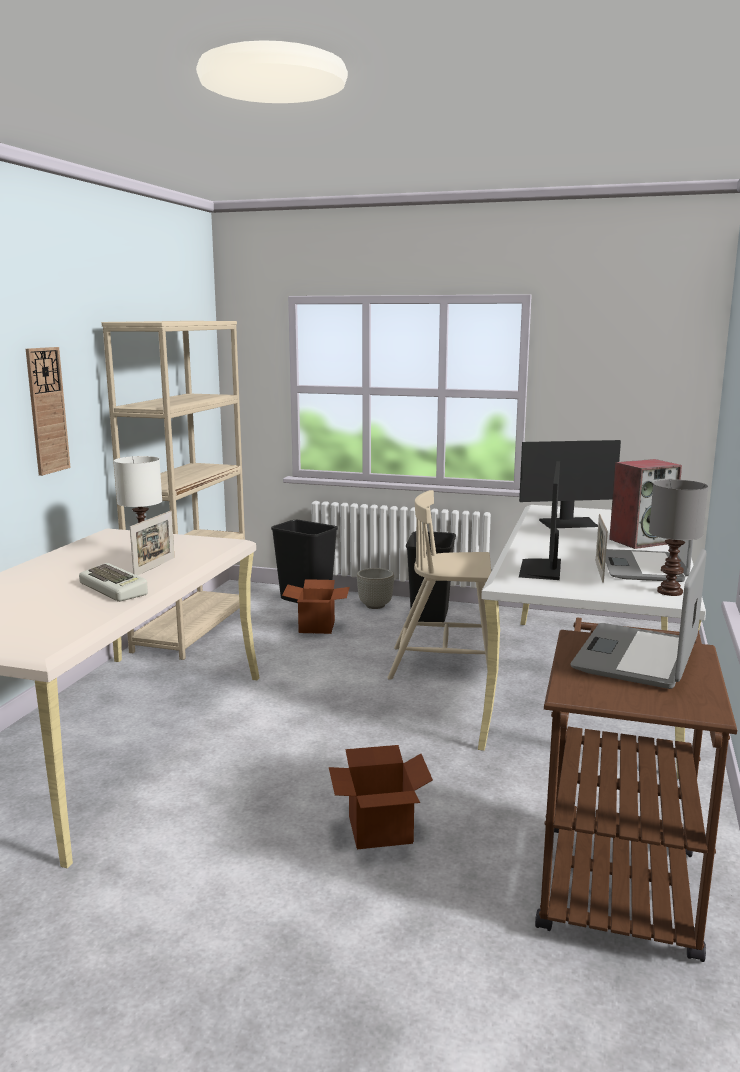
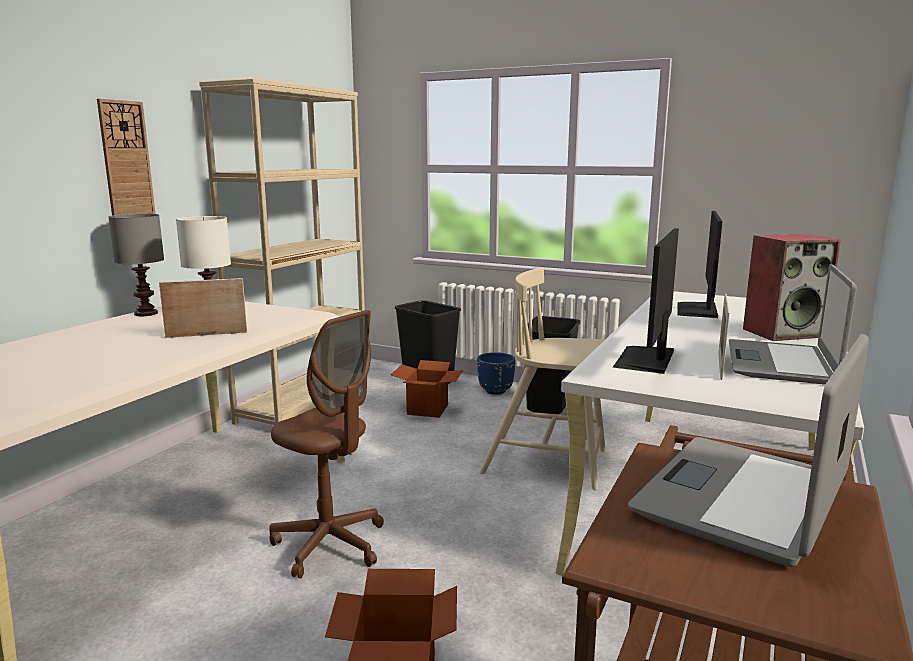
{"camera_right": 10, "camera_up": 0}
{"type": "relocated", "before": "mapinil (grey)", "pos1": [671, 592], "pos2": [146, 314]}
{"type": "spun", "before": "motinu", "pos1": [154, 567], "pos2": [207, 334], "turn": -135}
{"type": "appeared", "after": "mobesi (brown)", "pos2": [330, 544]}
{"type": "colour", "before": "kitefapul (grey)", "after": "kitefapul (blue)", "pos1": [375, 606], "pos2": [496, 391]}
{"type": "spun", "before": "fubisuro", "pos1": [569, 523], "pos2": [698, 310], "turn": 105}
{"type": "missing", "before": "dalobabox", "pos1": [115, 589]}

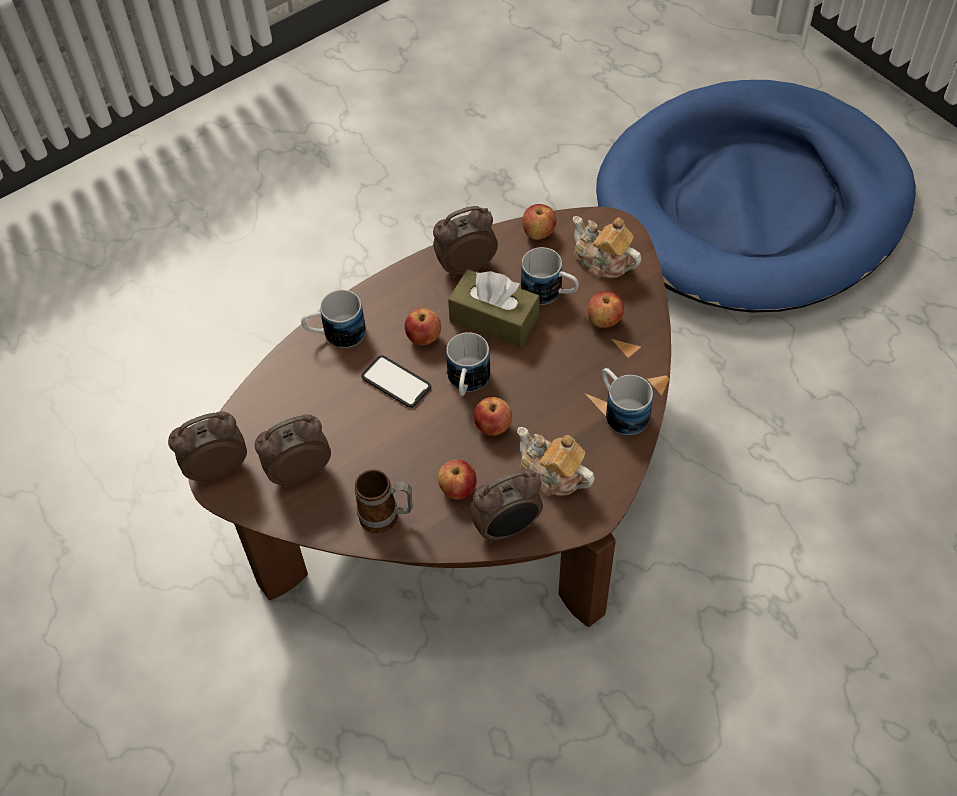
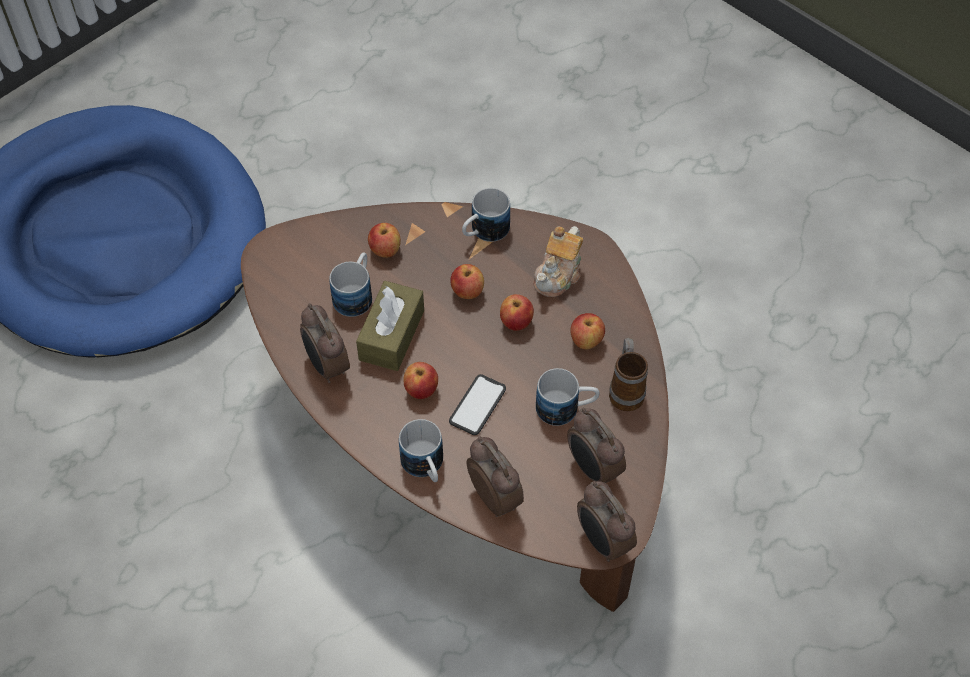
{"camera_right": -100, "camera_up": 0}
{"type": "relocated", "before": "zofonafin", "pos1": [538, 233], "pos2": [467, 292]}
{"type": "relocated", "before": "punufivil", "pos1": [507, 528], "pos2": [495, 497]}
{"type": "relocated", "before": "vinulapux", "pos1": [467, 383], "pos2": [566, 408]}
{"type": "missing", "before": "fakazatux", "pos1": [602, 261]}

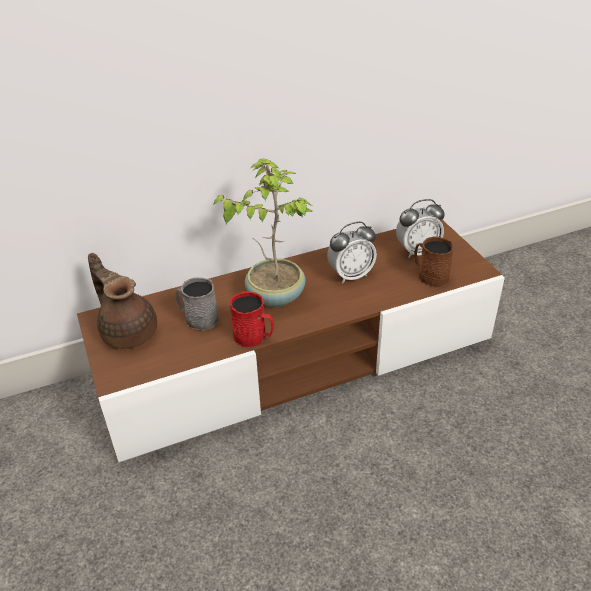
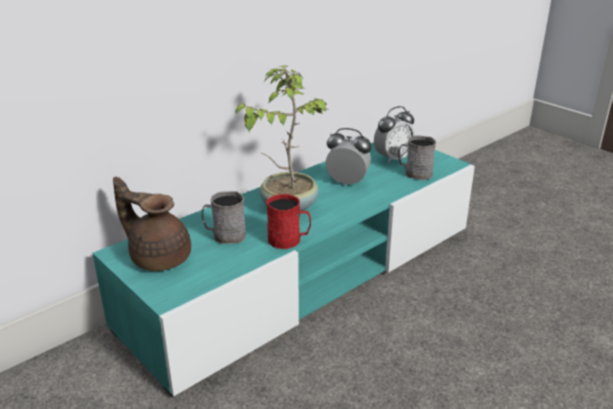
{"camera_right": -20, "camera_up": -10}
{"type": "colour", "before": "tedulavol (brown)", "after": "tedulavol (turquoise)", "pos1": [297, 359], "pos2": [306, 275]}
{"type": "spun", "before": "punufivil", "pos1": [351, 275], "pos2": [347, 182], "turn": -120}
{"type": "colour", "before": "vinulapux (brown)", "after": "vinulapux (grey)", "pos1": [429, 276], "pos2": [414, 173]}

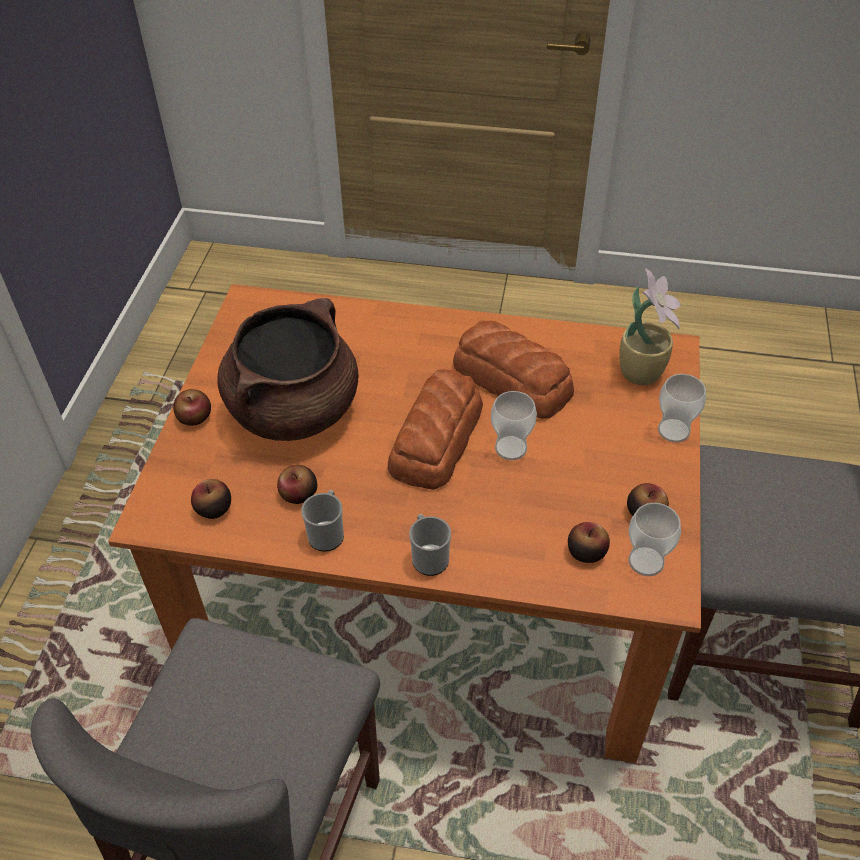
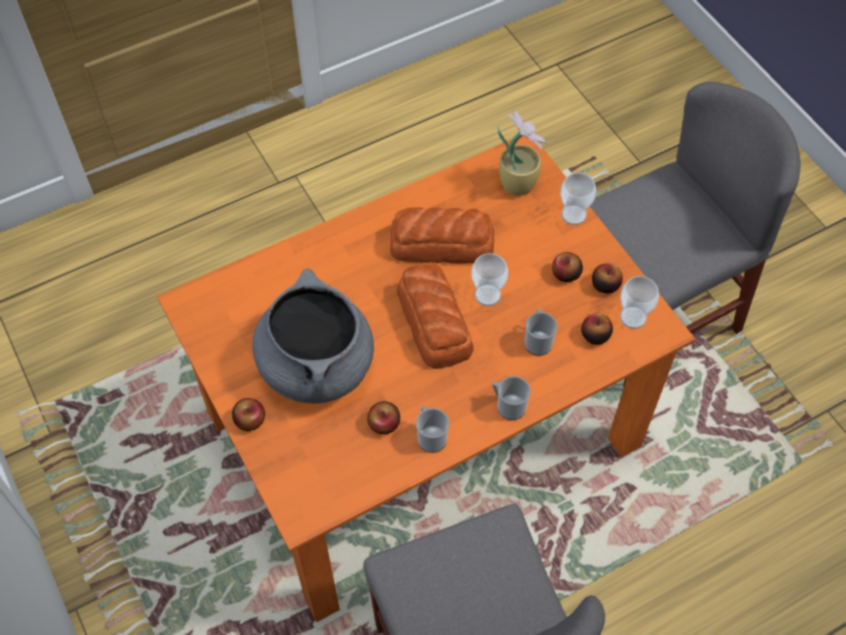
{"camera_right": -40, "camera_up": 10}
{"type": "colour", "before": "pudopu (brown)", "after": "pudopu (grey)", "pos1": [294, 409], "pos2": [316, 365]}
{"type": "appeared", "after": "vinulapux", "pos2": [538, 341]}
{"type": "relocated", "before": "zofonafin", "pos1": [213, 508], "pos2": [566, 274]}

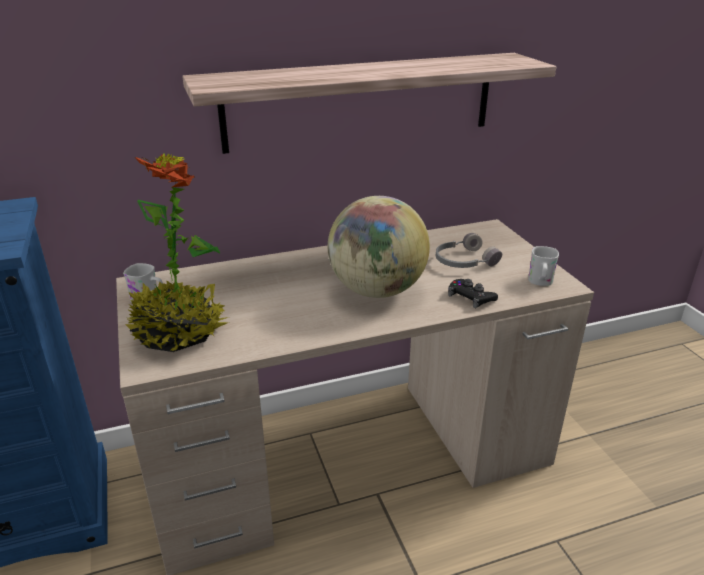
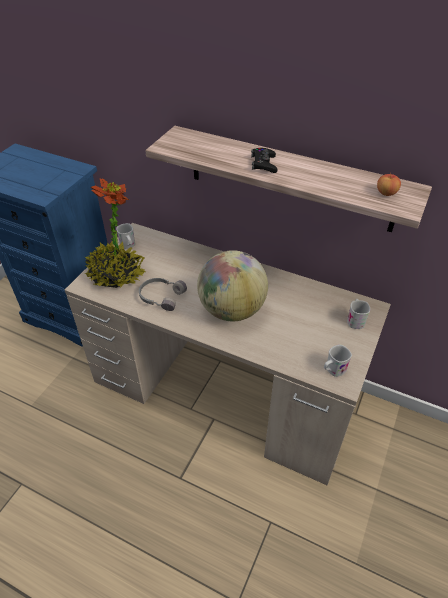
{"camera_right": 45, "camera_up": 15}
{"type": "relocated", "before": "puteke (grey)", "pos1": [463, 261], "pos2": [161, 296]}
{"type": "relocated", "before": "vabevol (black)", "pos1": [471, 297], "pos2": [263, 164]}
{"type": "appeared", "after": "vinulapux (white)", "pos2": [355, 320]}
{"type": "appeared", "after": "zofonafin", "pos2": [386, 193]}

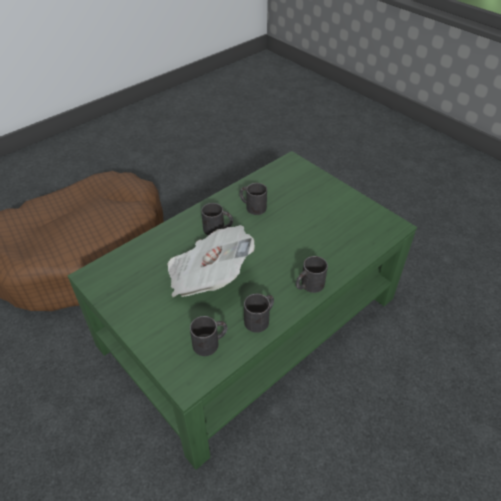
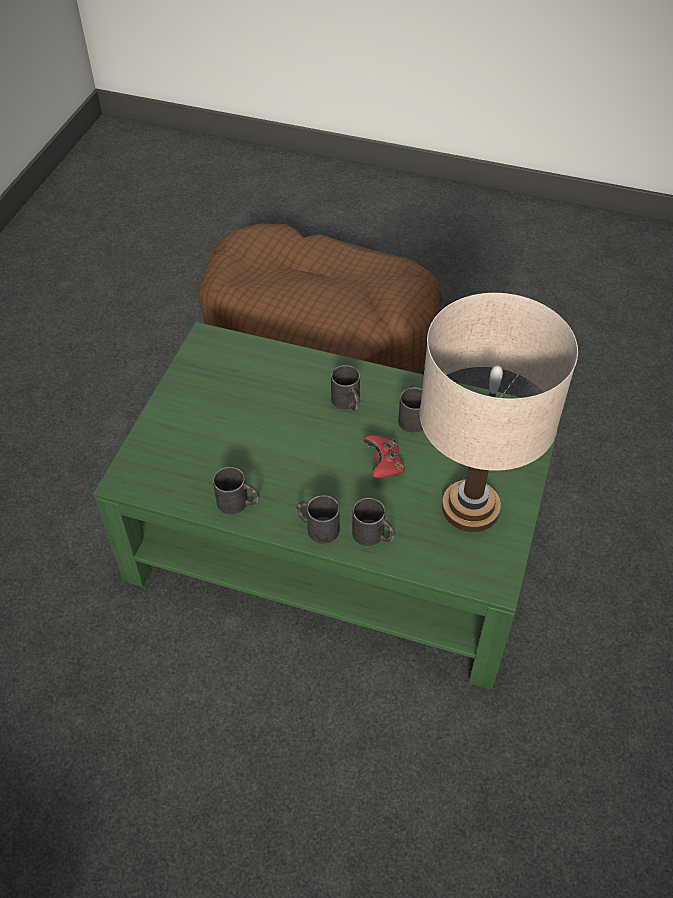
{"camera_right": 60, "camera_up": 5}
{"type": "relocated", "before": "vinulapux (black)", "pos1": [210, 342], "pos2": [374, 536]}
{"type": "appeared", "after": "vabevol (red)", "pos2": [383, 465]}
{"type": "appeared", "after": "mapinil (beige)", "pos2": [471, 507]}
{"type": "missing", "before": "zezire", "pos1": [208, 276]}

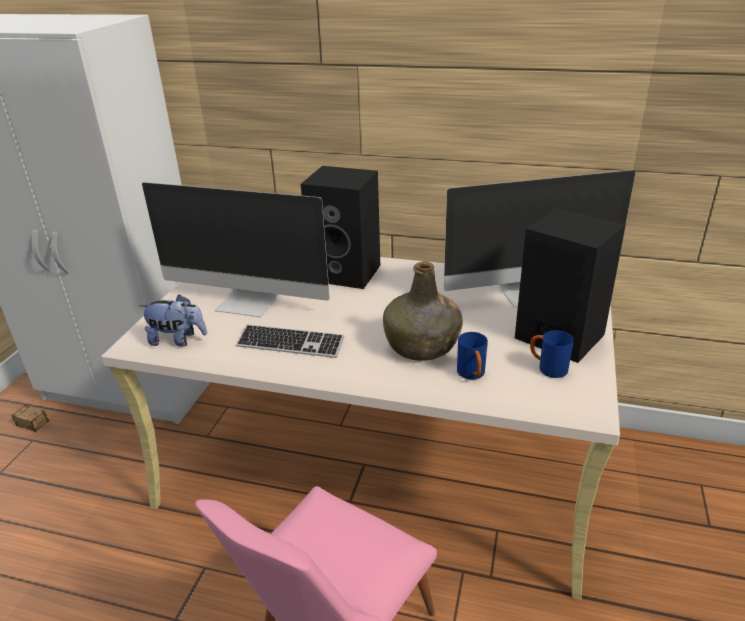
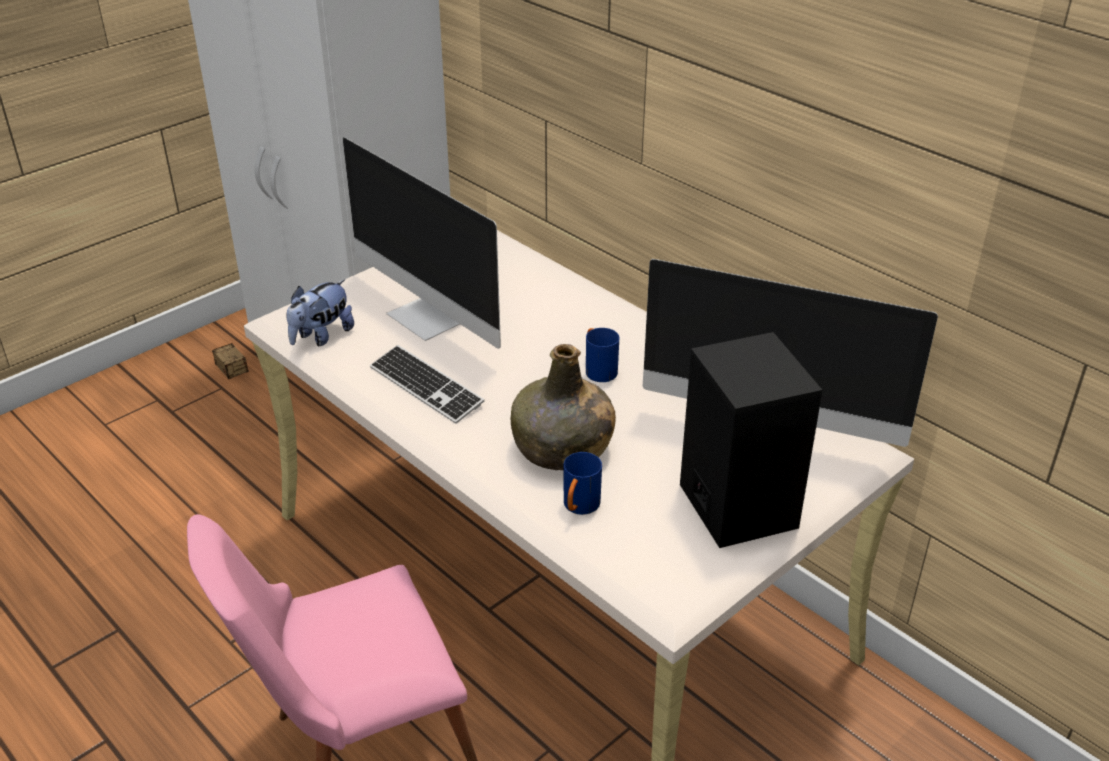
{"camera_right": 30, "camera_up": 5}
{"type": "spun", "before": "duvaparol", "pos1": [178, 340], "pos2": [321, 336], "turn": 90}
{"type": "relocated", "before": "vinulapux (blue)", "pos1": [547, 368], "pos2": [598, 370]}
{"type": "missing", "before": "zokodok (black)", "pos1": [347, 272]}

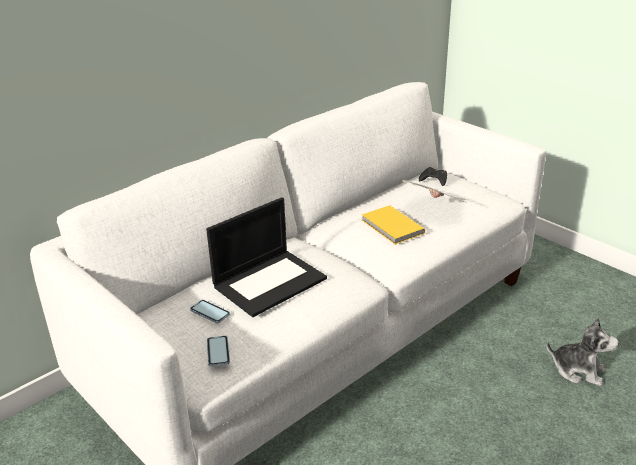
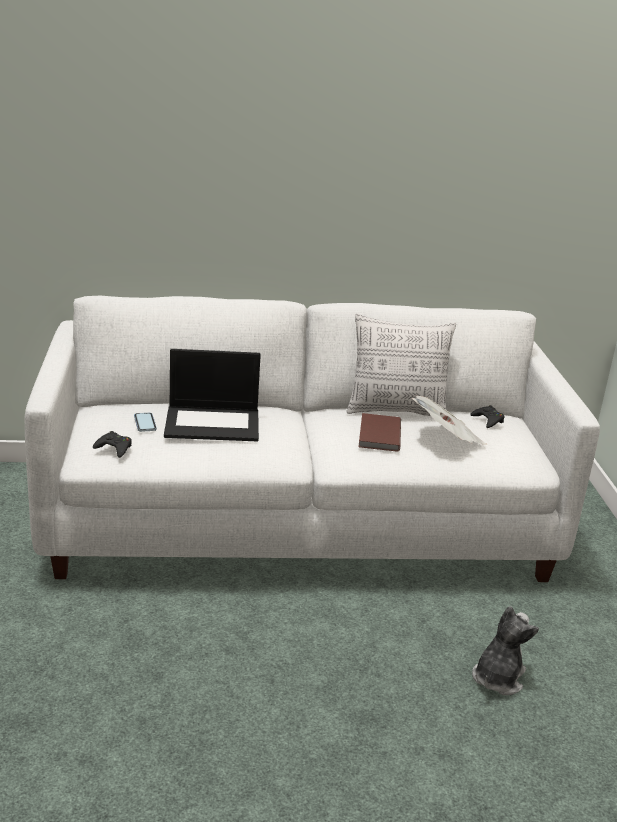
{"camera_right": 35, "camera_up": -5}
{"type": "exchanged", "before": "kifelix", "after": "vabevol (black)", "pos1": [218, 352], "pos2": [114, 448]}
{"type": "appeared", "after": "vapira", "pos2": [396, 411]}
{"type": "colour", "before": "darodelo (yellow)", "after": "darodelo (brown)", "pos1": [391, 227], "pos2": [378, 435]}
{"type": "spun", "before": "duvaparol", "pos1": [578, 370], "pos2": [497, 678], "turn": -120}

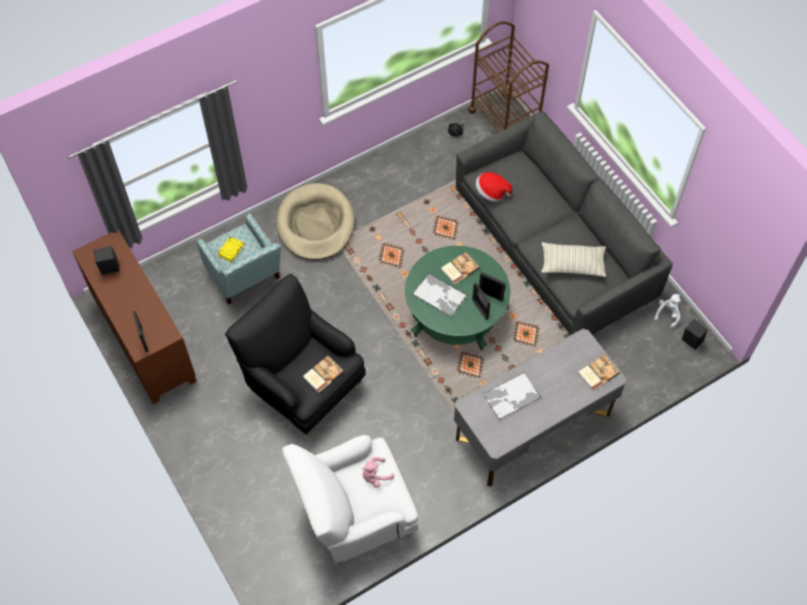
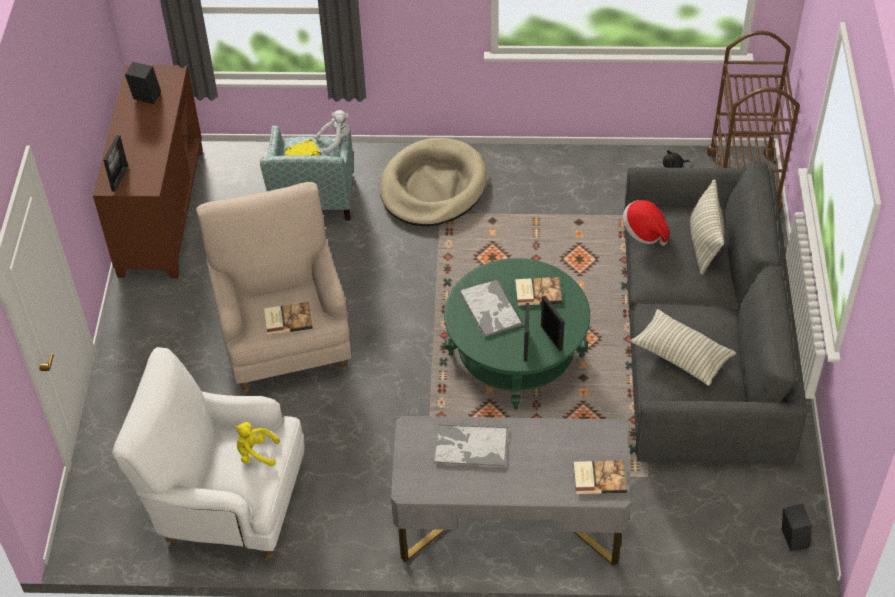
{"camera_right": 35, "camera_up": -10}
{"type": "colour", "before": "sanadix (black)", "after": "sanadix (beige)", "pos1": [303, 384], "pos2": [284, 339]}
{"type": "colour", "before": "duvaparol (pink)", "after": "duvaparol (yellow)", "pos1": [375, 476], "pos2": [256, 453]}
{"type": "relocated", "before": "duvaparol (white)", "pos1": [667, 314], "pos2": [336, 141]}
{"type": "appeared", "after": "vapira", "pos2": [704, 242]}

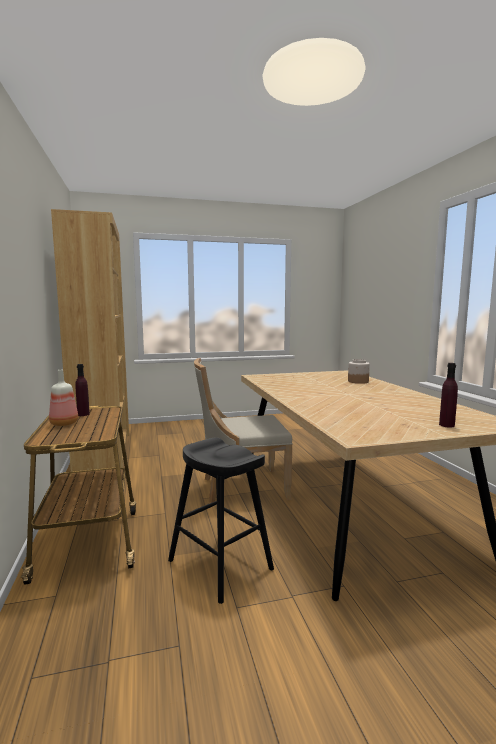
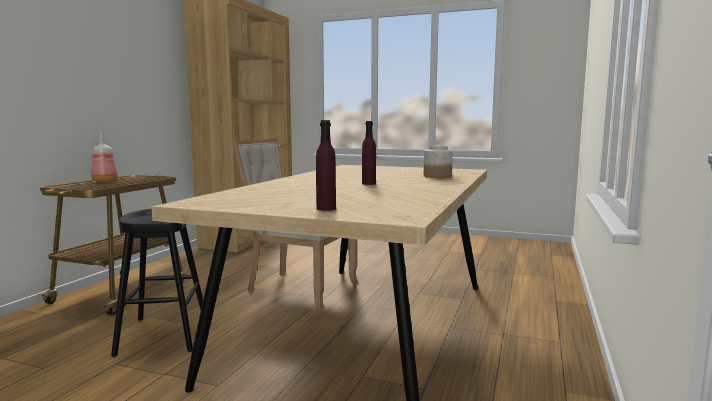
{"camera_right": 35, "camera_up": 0}
{"type": "relocated", "before": "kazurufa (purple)", "pos1": [83, 414], "pos2": [368, 184]}

